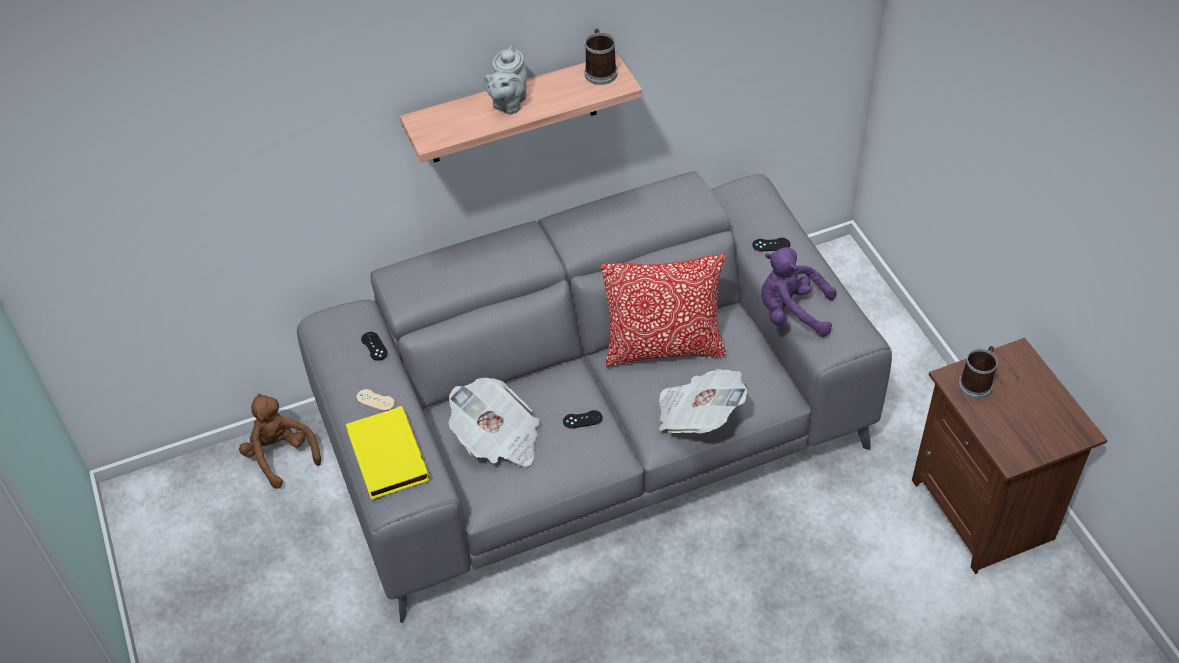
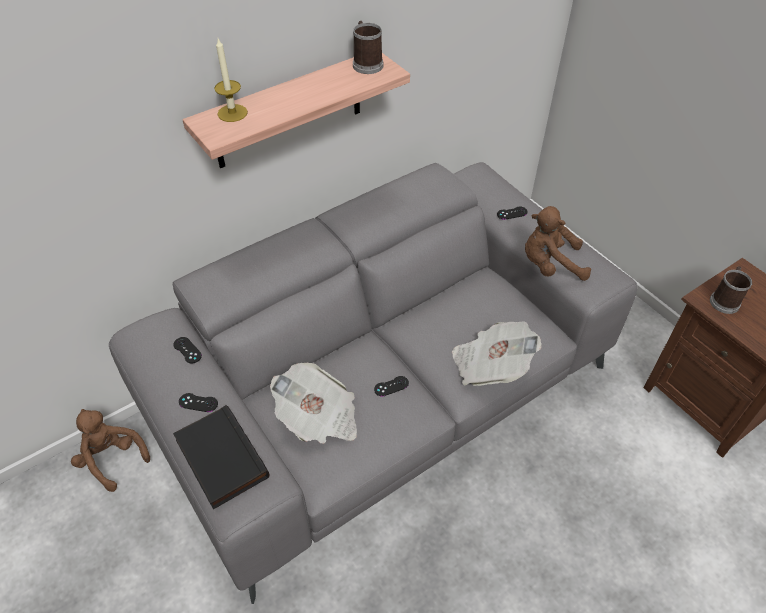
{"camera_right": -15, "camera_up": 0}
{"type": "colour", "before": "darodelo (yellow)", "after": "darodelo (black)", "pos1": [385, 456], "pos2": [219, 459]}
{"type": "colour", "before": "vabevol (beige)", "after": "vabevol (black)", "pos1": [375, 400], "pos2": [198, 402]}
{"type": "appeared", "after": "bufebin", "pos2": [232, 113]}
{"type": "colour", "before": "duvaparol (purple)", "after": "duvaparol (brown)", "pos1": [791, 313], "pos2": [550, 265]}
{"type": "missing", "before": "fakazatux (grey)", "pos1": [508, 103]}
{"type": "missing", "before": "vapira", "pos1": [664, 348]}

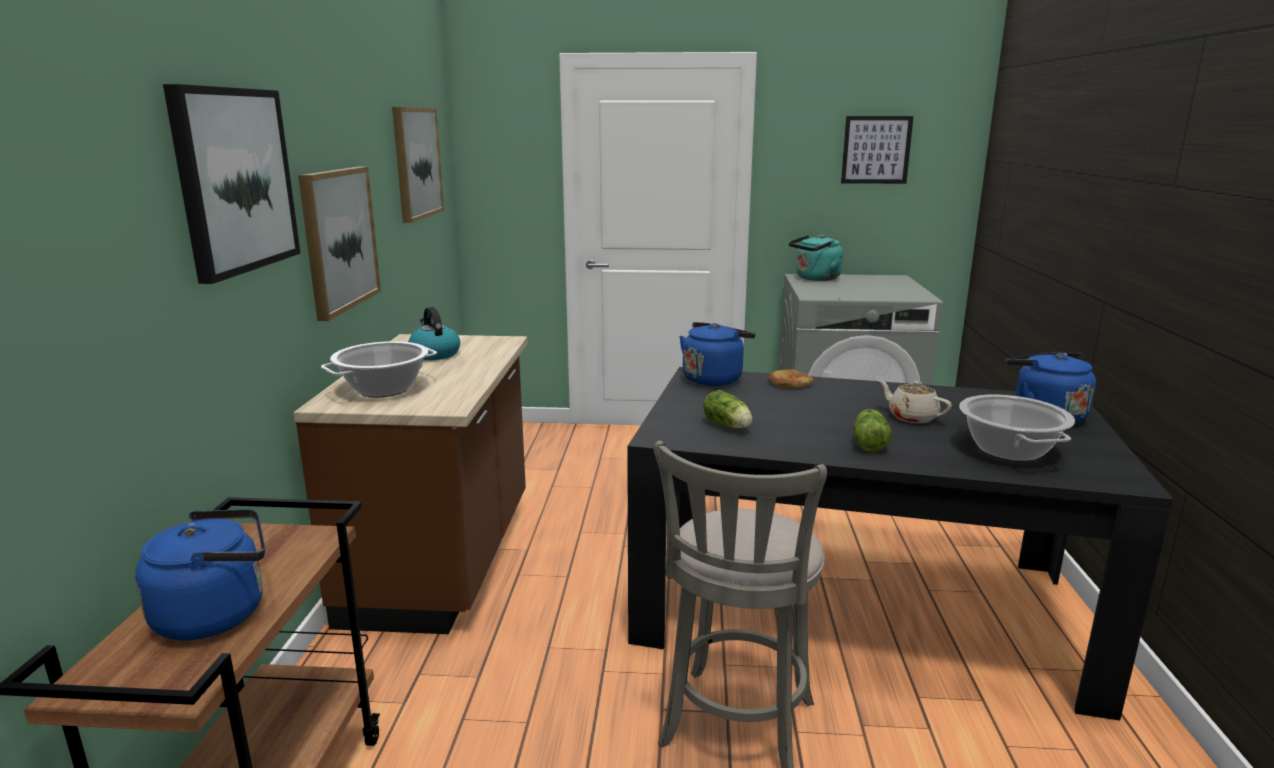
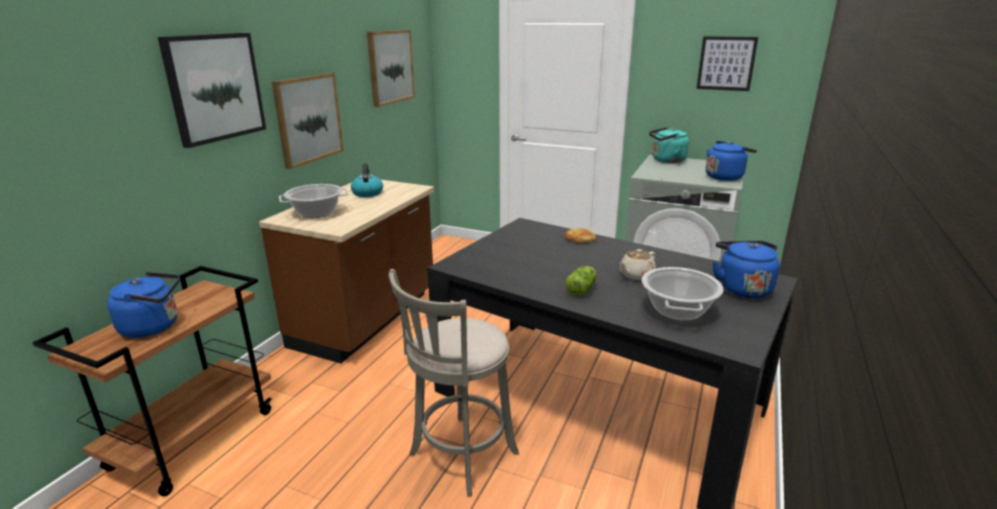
{"camera_right": 20, "camera_up": 5}
{"type": "spun", "before": "fakazatux (beige)", "pos1": [911, 417], "pos2": [636, 275], "turn": -105}
{"type": "relocated", "before": "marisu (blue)", "pos1": [714, 378], "pos2": [725, 177]}
{"type": "missing", "before": "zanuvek", "pos1": [728, 426]}

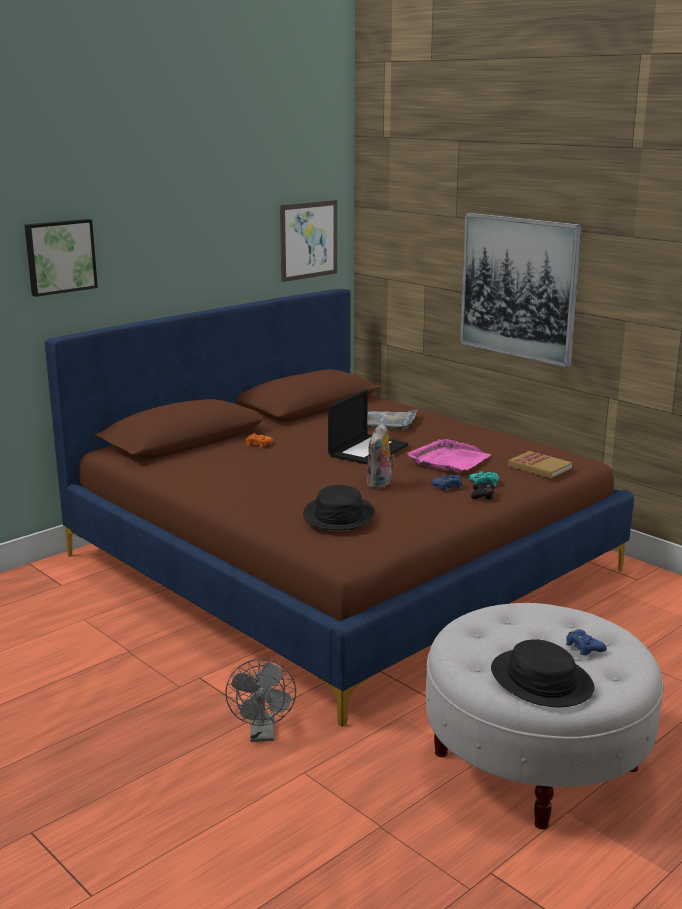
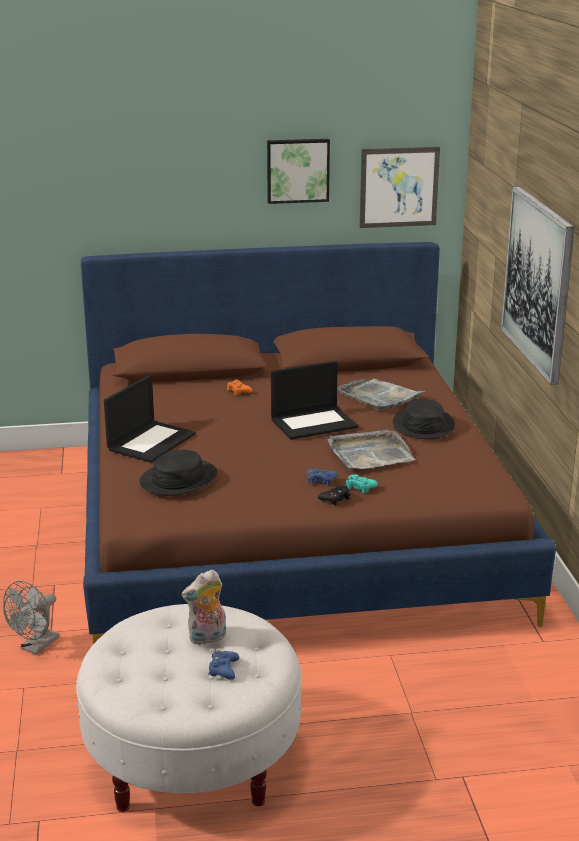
{"camera_right": 35, "camera_up": 5}
{"type": "appeared", "after": "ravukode", "pos2": [151, 441]}
{"type": "relocated", "before": "duvaparol", "pos1": [380, 484], "pos2": [207, 638]}
{"type": "relocated", "before": "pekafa", "pos1": [60, 256], "pos2": [297, 170]}
{"type": "colour", "before": "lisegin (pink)", "after": "lisegin (grey)", "pos1": [449, 460], "pos2": [369, 454]}
{"type": "relocated", "before": "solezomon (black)", "pos1": [541, 680], "pos2": [423, 425]}
{"type": "missing", "before": "darodelo", "pos1": [539, 467]}

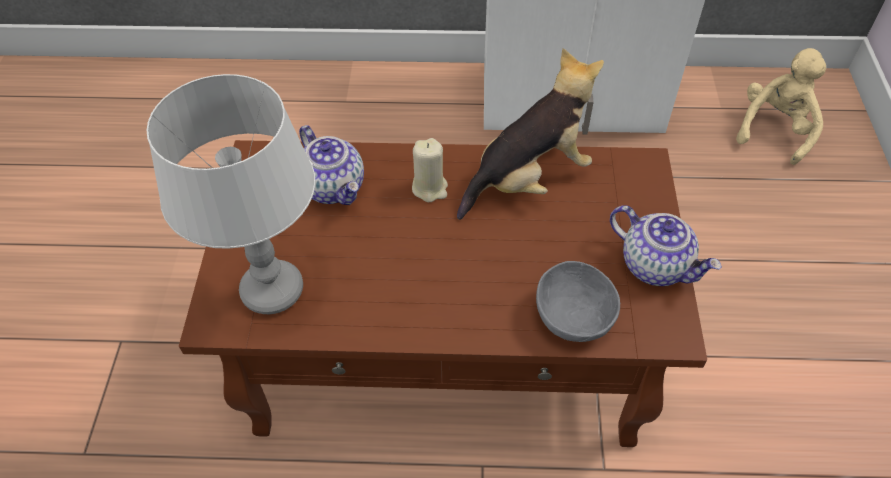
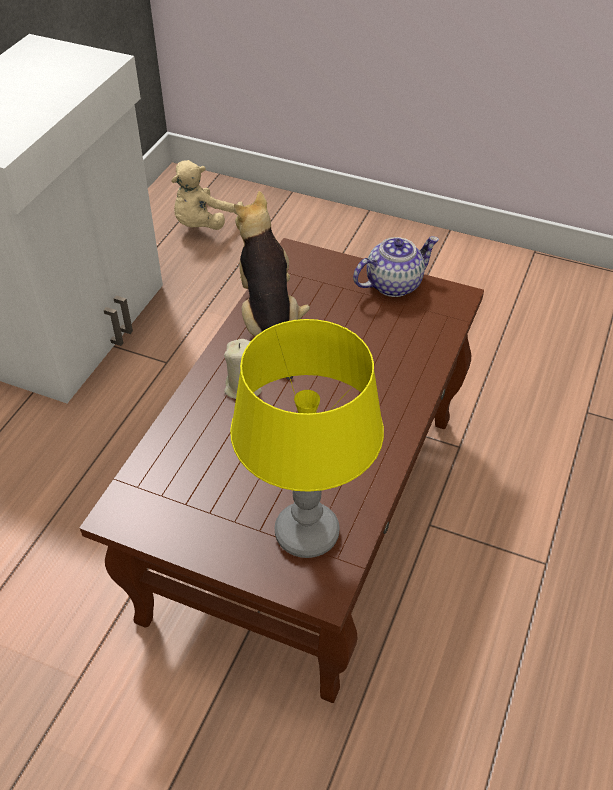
{"camera_right": -70, "camera_up": -5}
{"type": "spun", "before": "duvaparol (beige)", "pos1": [775, 129], "pos2": [204, 225], "turn": -105}
{"type": "colour", "before": "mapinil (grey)", "after": "mapinil (yellow)", "pos1": [272, 290], "pos2": [306, 533]}
{"type": "missing", "before": "fakazatux", "pos1": [334, 187]}
{"type": "missing", "before": "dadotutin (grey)", "pos1": [575, 316]}

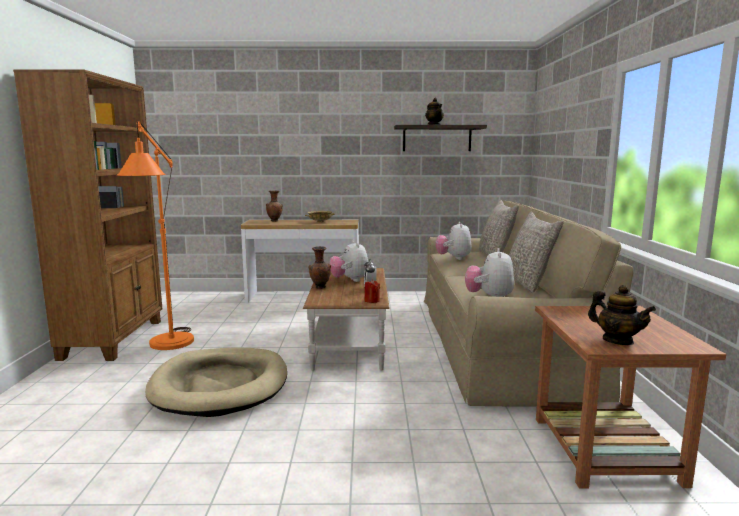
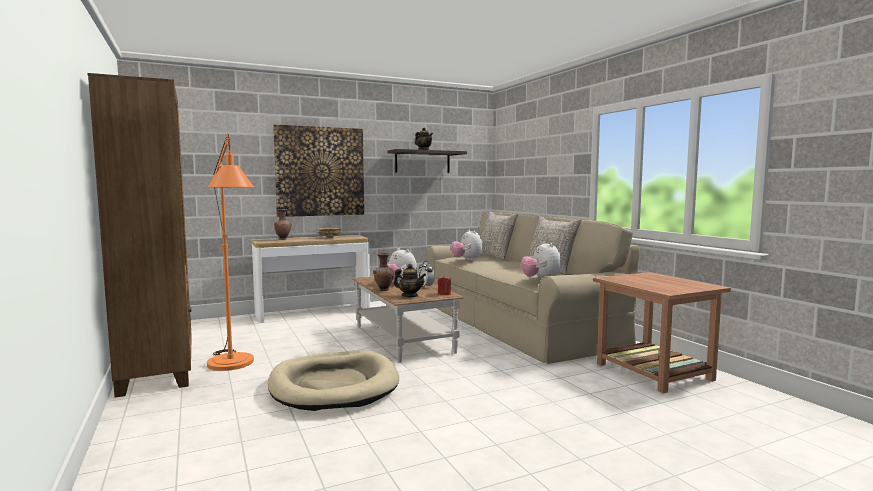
{"camera_right": -25, "camera_up": -5}
{"type": "appeared", "after": "pekafa", "pos2": [320, 171]}
{"type": "relocated", "before": "fakazatux", "pos1": [617, 341], "pos2": [410, 296]}

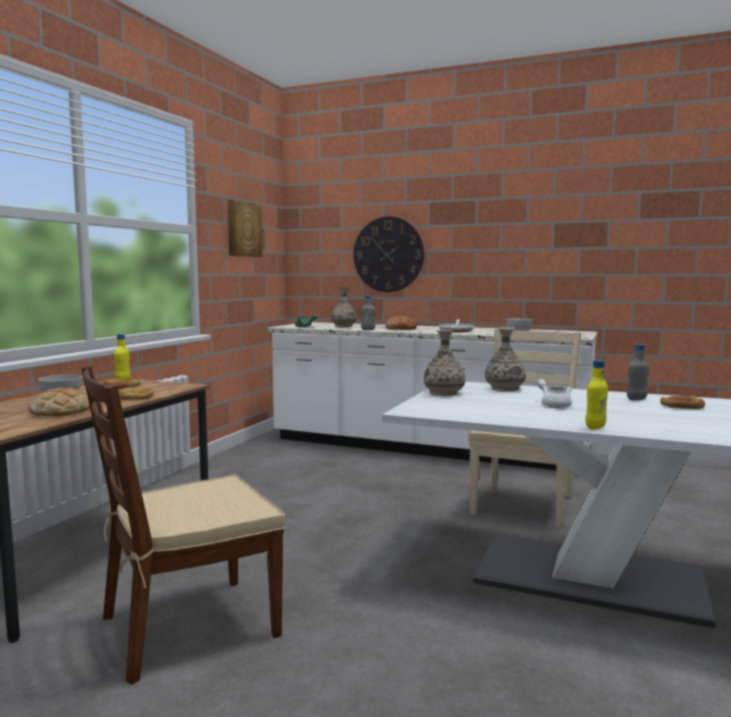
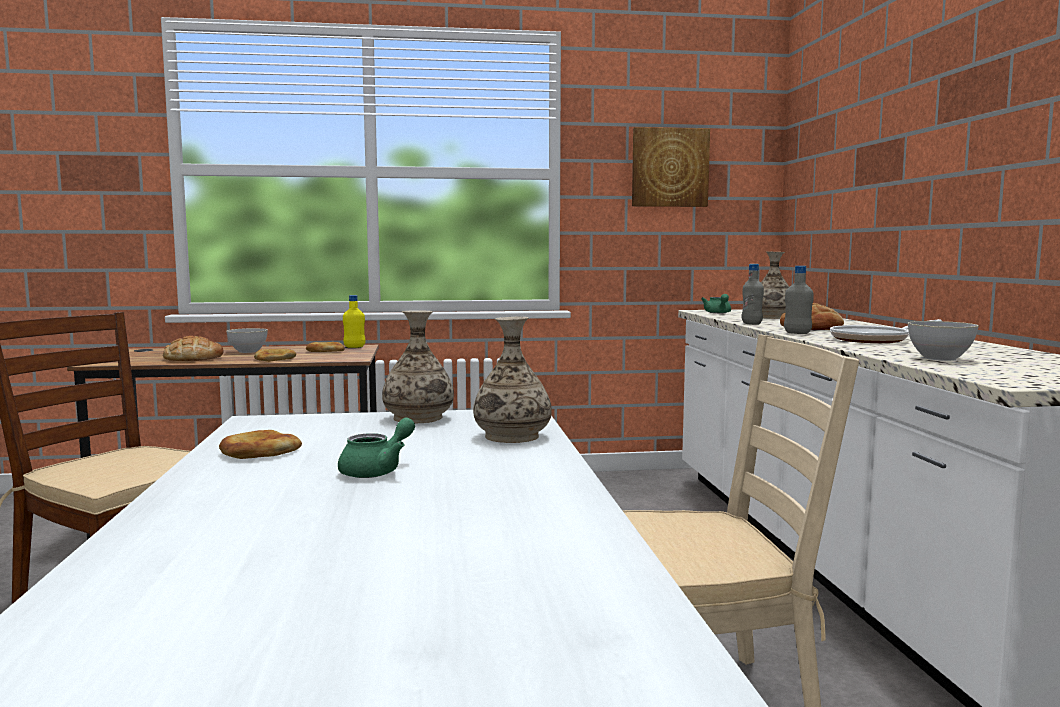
{"camera_right": 60, "camera_up": 0}
{"type": "relocated", "before": "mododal", "pos1": [682, 406], "pos2": [259, 451]}
{"type": "colour", "before": "fakazatux (white)", "after": "fakazatux (green)", "pos1": [554, 405], "pos2": [377, 471]}
{"type": "relocated", "before": "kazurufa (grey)", "pos1": [636, 399], "pos2": [797, 333]}
{"type": "missing", "before": "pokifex", "pos1": [388, 254]}
{"type": "missing", "before": "kazurufa (yellow)", "pos1": [595, 427]}

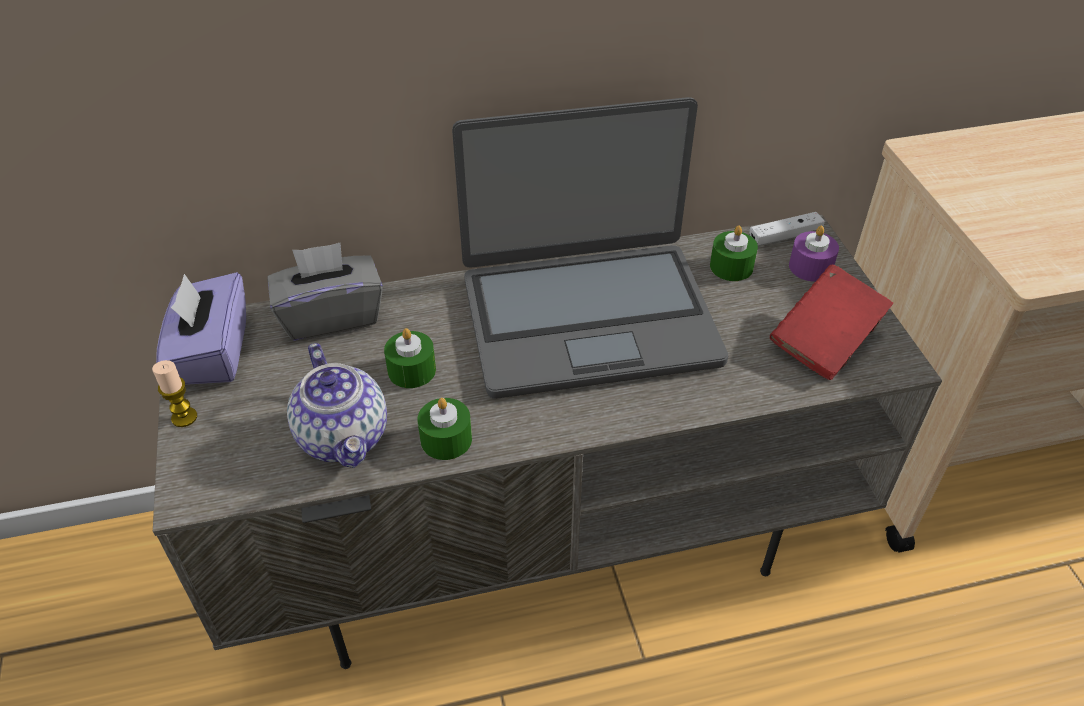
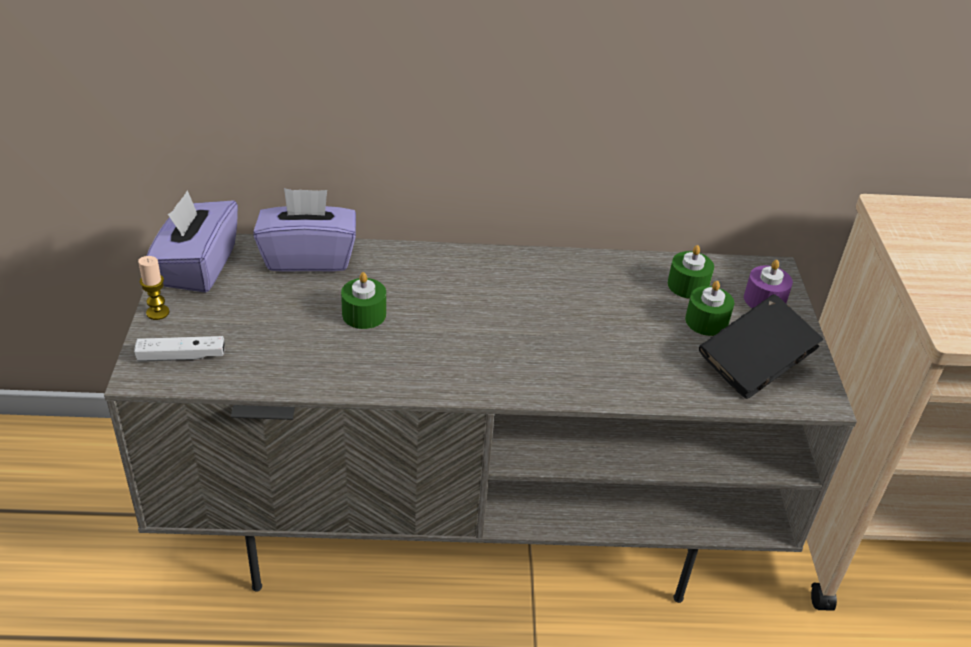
{"camera_right": 10, "camera_up": -5}
{"type": "relocated", "before": "vabevol (white)", "pos1": [784, 236], "pos2": [181, 356]}
{"type": "colour", "before": "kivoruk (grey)", "after": "kivoruk (purple)", "pos1": [331, 316], "pos2": [308, 257]}
{"type": "relocated", "before": "bufebin (green)", "pos1": [446, 439], "pos2": [706, 321]}
{"type": "colour", "before": "darodelo (red)", "after": "darodelo (black)", "pos1": [825, 342], "pos2": [754, 366]}
{"type": "missing", "before": "fakazatux", "pos1": [345, 437]}
{"type": "missing", "before": "ravukode", "pos1": [588, 317]}

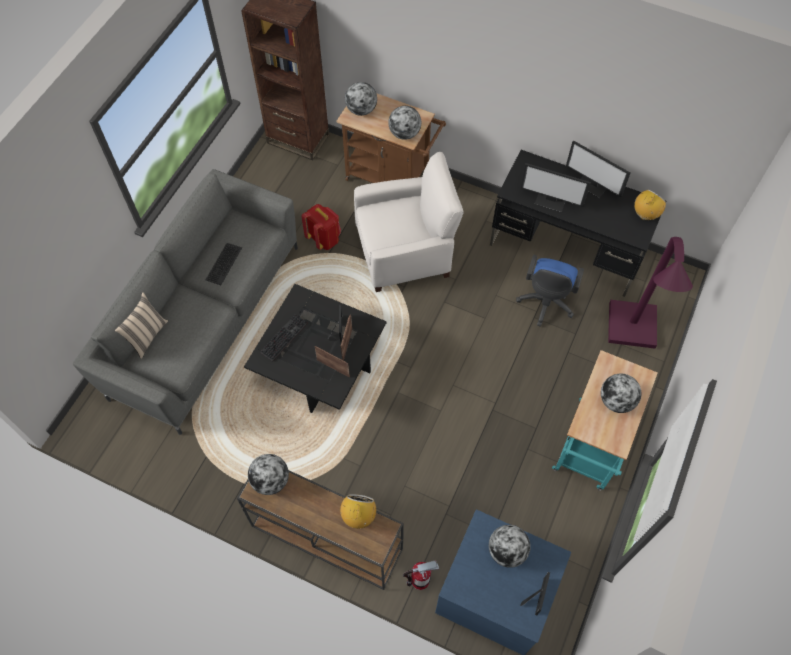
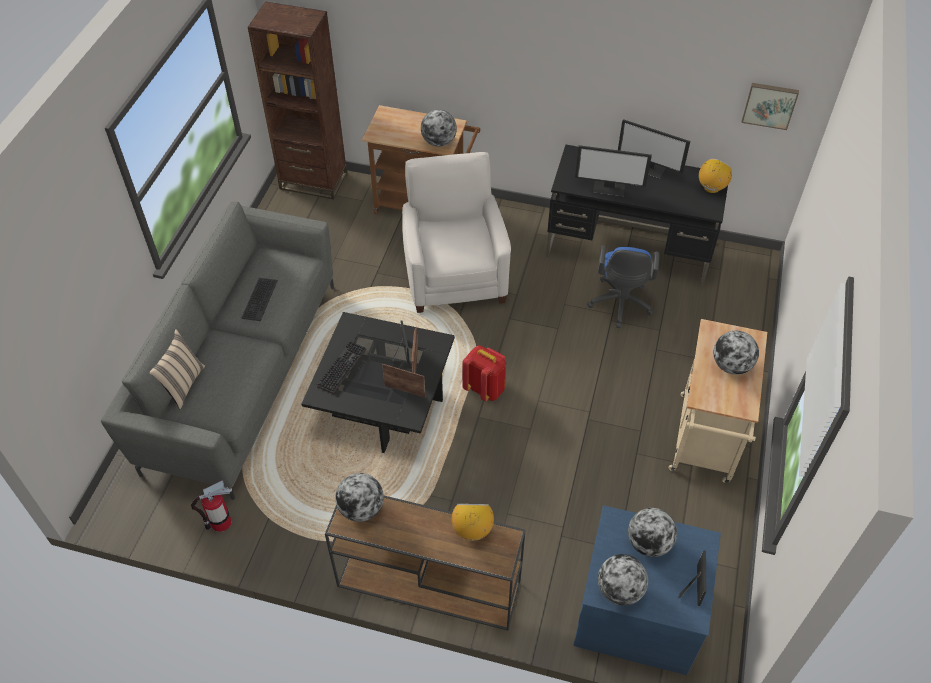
{"camera_right": -10, "camera_up": -10}
{"type": "relocated", "before": "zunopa", "pos1": [420, 580], "pos2": [220, 522]}
{"type": "spun", "before": "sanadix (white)", "pos1": [404, 252], "pos2": [454, 275], "turn": -75}
{"type": "relocated", "before": "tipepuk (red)", "pos1": [324, 239], "pos2": [485, 388]}
{"type": "relocated", "before": "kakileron", "pos1": [361, 110], "pos2": [619, 590]}
{"type": "colour", "before": "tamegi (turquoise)", "after": "tamegi (beige)", "pos1": [589, 449], "pos2": [704, 444]}
{"type": "appeared", "after": "pekafa", "pos2": [769, 105]}
{"type": "missing", "before": "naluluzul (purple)", "pos1": [631, 333]}

